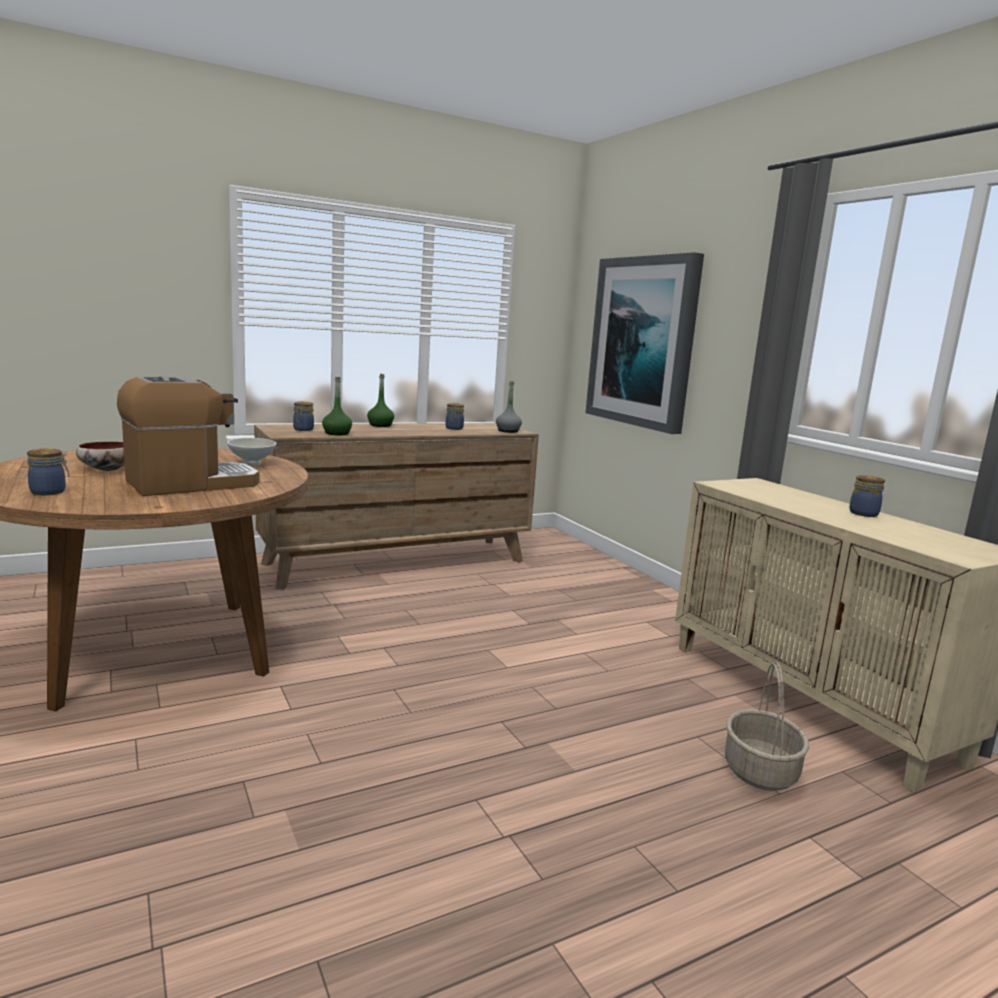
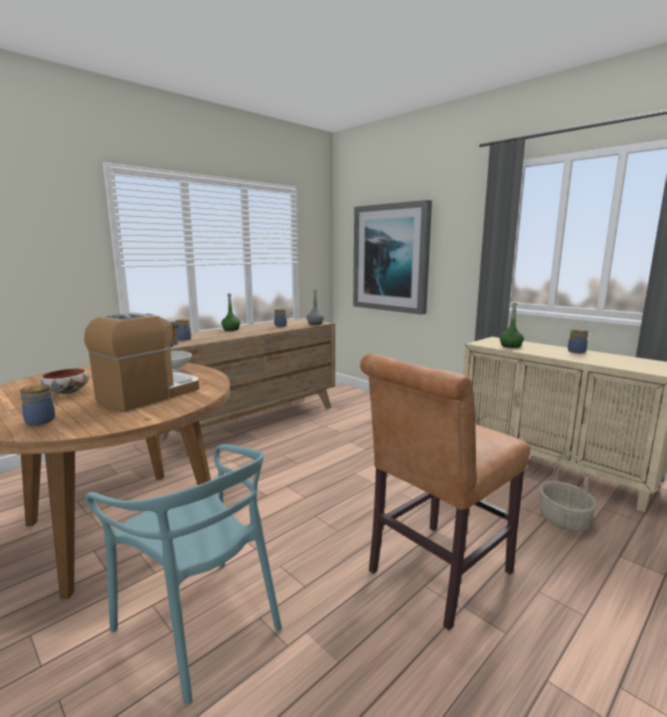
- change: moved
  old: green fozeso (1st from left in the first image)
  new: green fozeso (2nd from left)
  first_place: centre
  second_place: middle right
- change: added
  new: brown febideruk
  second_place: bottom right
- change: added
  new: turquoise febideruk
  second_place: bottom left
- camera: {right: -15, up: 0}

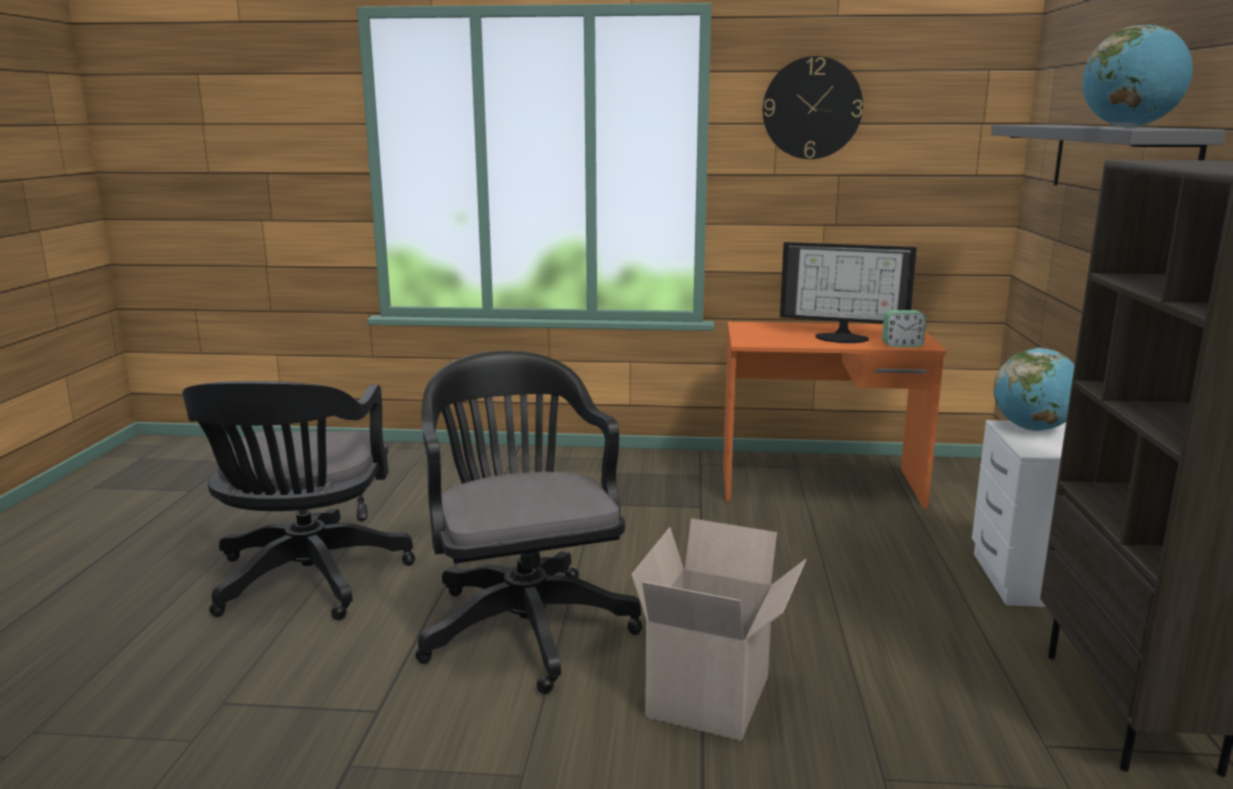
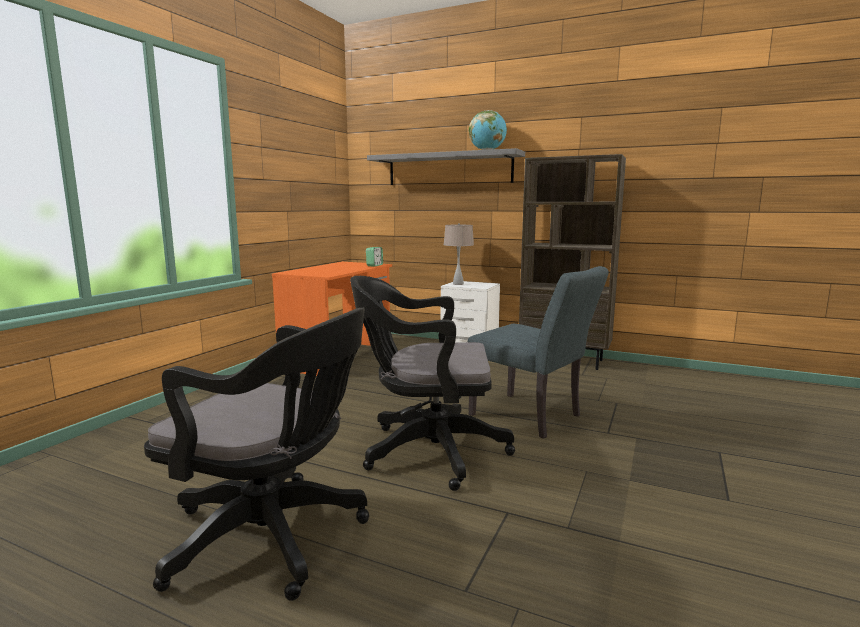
- change: removed
  old: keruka
  first_place: top centre
- change: removed
  old: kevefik
  first_place: middle right
- change: replaced
  old: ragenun (1st from left)
  new: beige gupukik
  first_place: middle right
  second_place: centre
- change: replaced
  old: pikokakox
  new: grey febideruk
  first_place: bottom centre
  second_place: centre
- camera: {right: -70, up: -5}

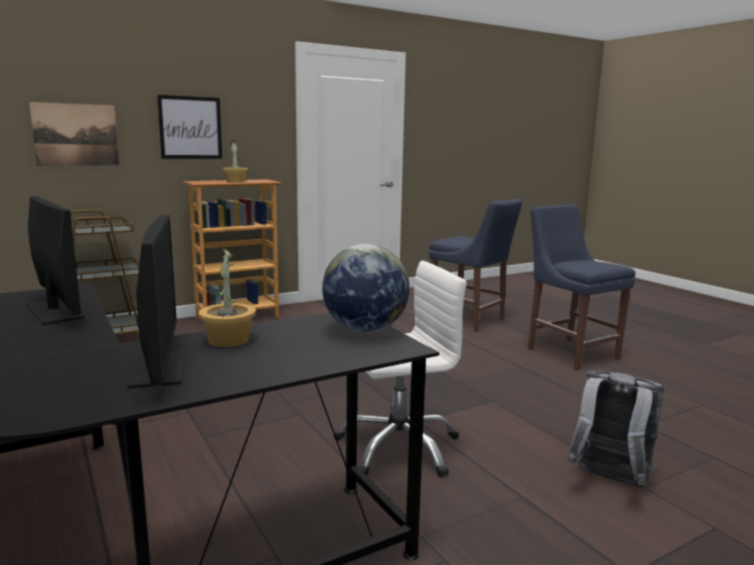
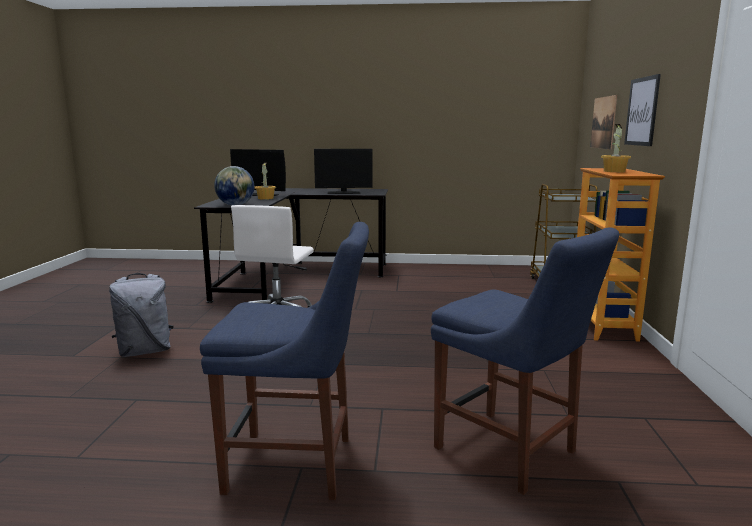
- change: turned
  old: blue febideruk (1st from left in the first image)
  first_place: centre
  second_place: bottom right
  degrees: -120
- camera: {right: 125, up: 0}

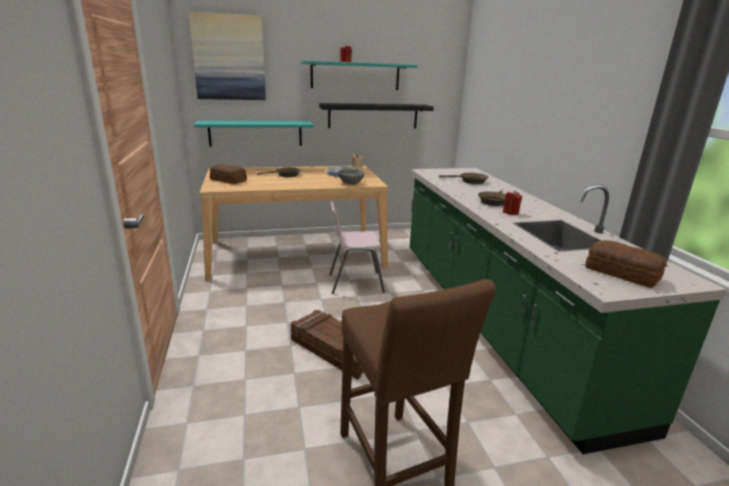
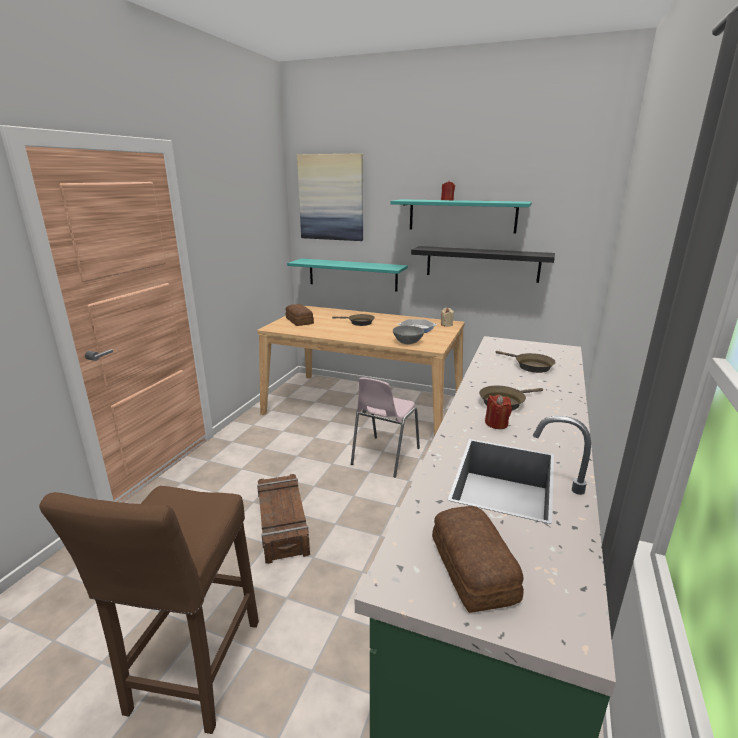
- change: turned
  old: pink febideruk
  first_place: centre
  second_place: centre
  degrees: -90
- camera: {right: 35, up: 0}

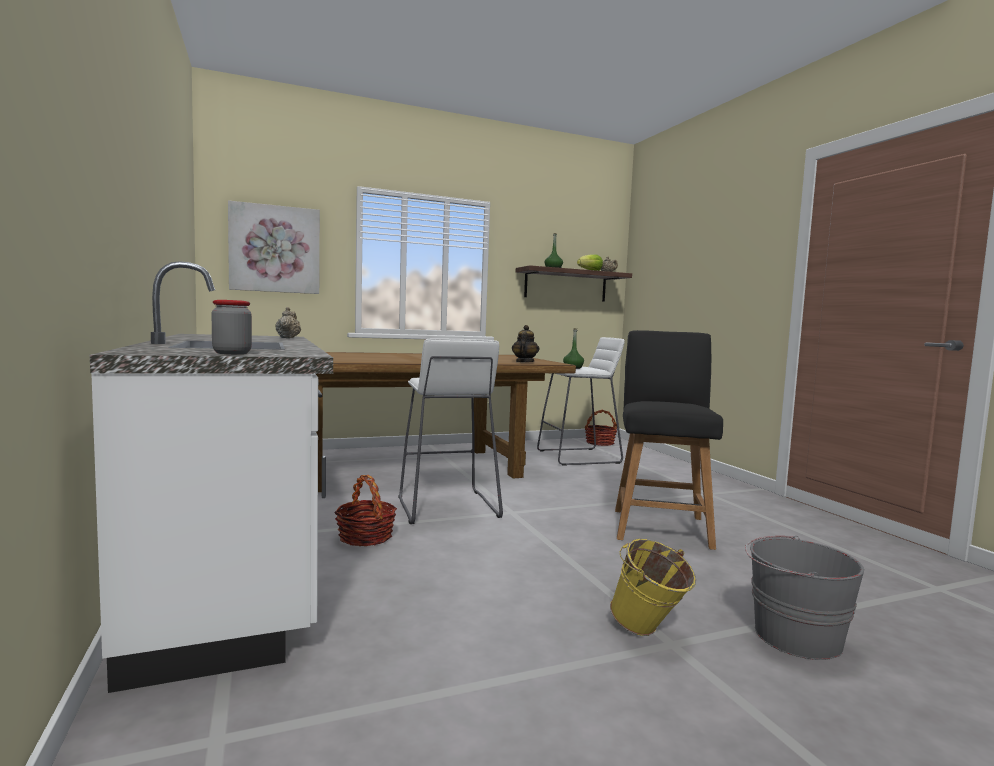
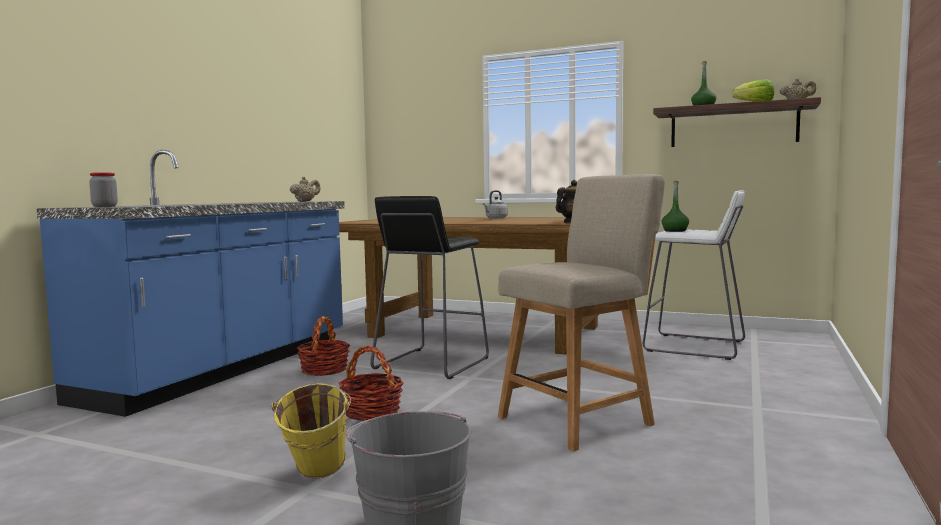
- change: removed
  old: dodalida
  first_place: top left
- change: recoloured
  old: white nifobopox
  new: blue nifobopox
  first_place: middle left
  second_place: middle left
- change: recoloured
  old: black febideruk
  new: beige febideruk
  first_place: middle right
  second_place: centre
- change: recoloured
  old: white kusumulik (1st from left)
  new: black kusumulik
  first_place: centre
  second_place: centre
- change: moved
  old: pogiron (2nd from left)
  first_place: centre
  second_place: bottom centre
- change: added
  new: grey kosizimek
  second_place: centre
- camera: {right: 45, up: 0}

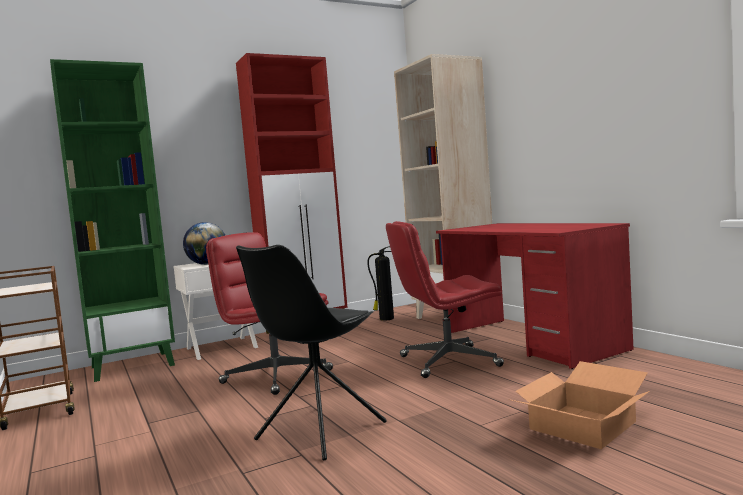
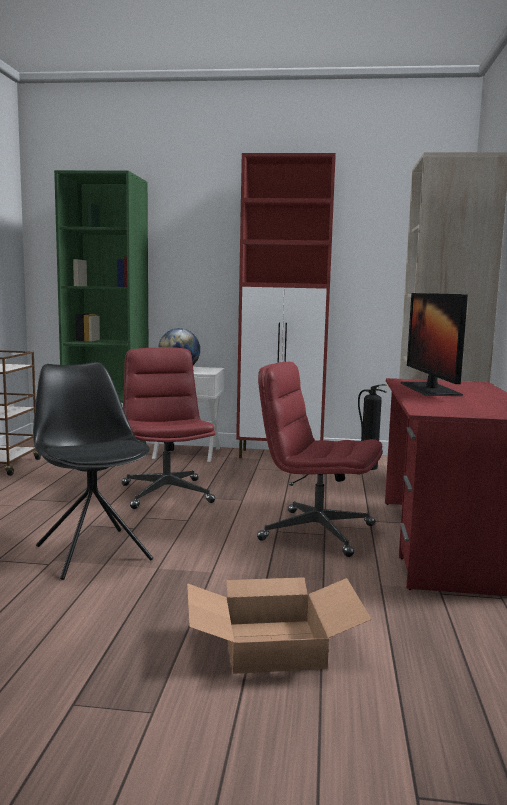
- change: turned
  old: black febideruk
  first_place: bottom centre
  second_place: middle left
  degrees: 75
- change: added
  new: kevefik
  second_place: middle right
- camera: {right: 35, up: 5}

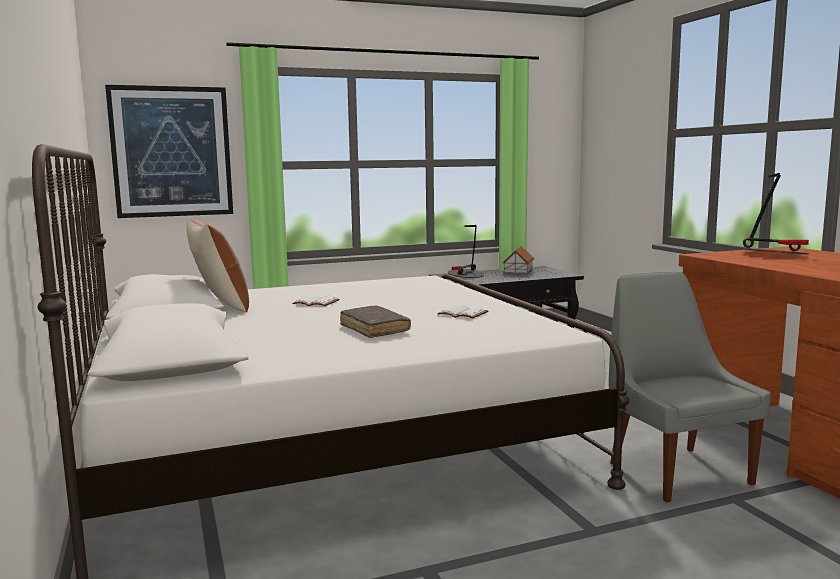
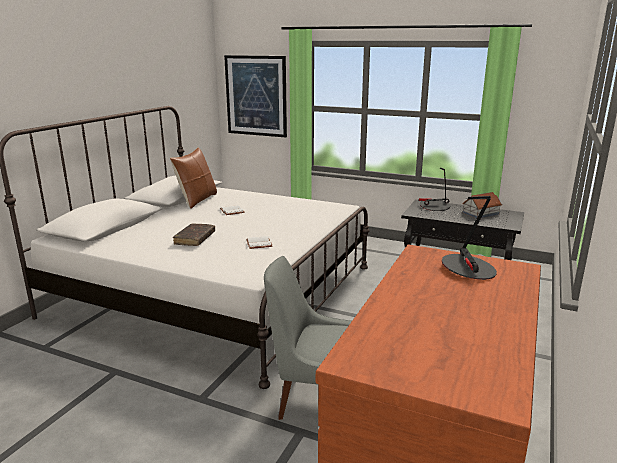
- change: turned
  old: grey febideruk
  first_place: bottom right
  second_place: bottom centre
  degrees: -105
- camera: {right: 45, up: 10}

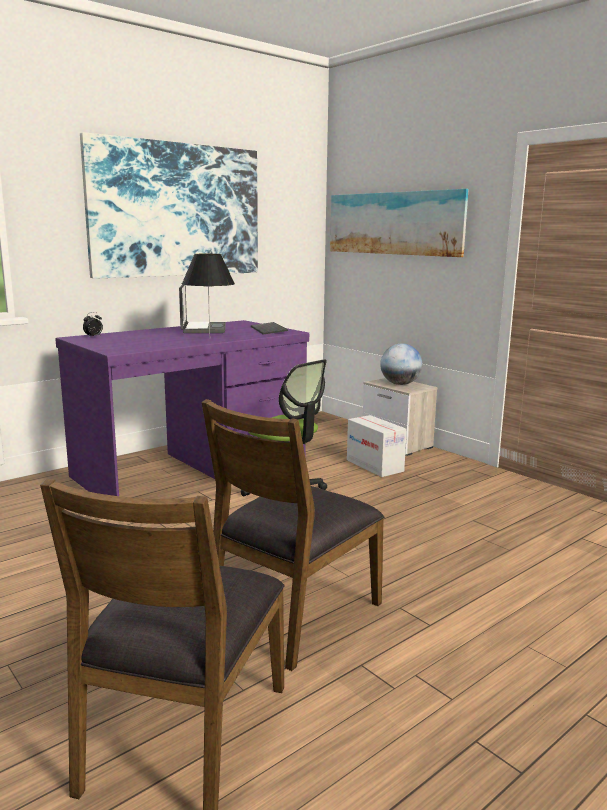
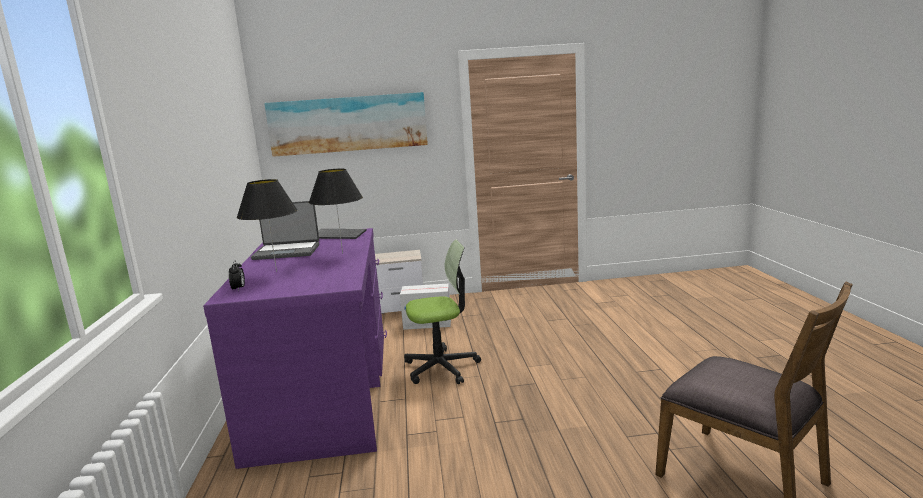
- change: removed
  old: dodalida (1st from left)
  first_place: top left
- change: turned
  old: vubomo
  first_place: middle left
  second_place: middle left
  degrees: 150
- change: removed
  old: ragenun
  first_place: centre
- change: removed
  old: brown febideruk (2nd from left)
  first_place: centre
- change: added
  new: black gupukik (1st from left)
  second_place: middle left
- camera: {right: -55, up: 0}

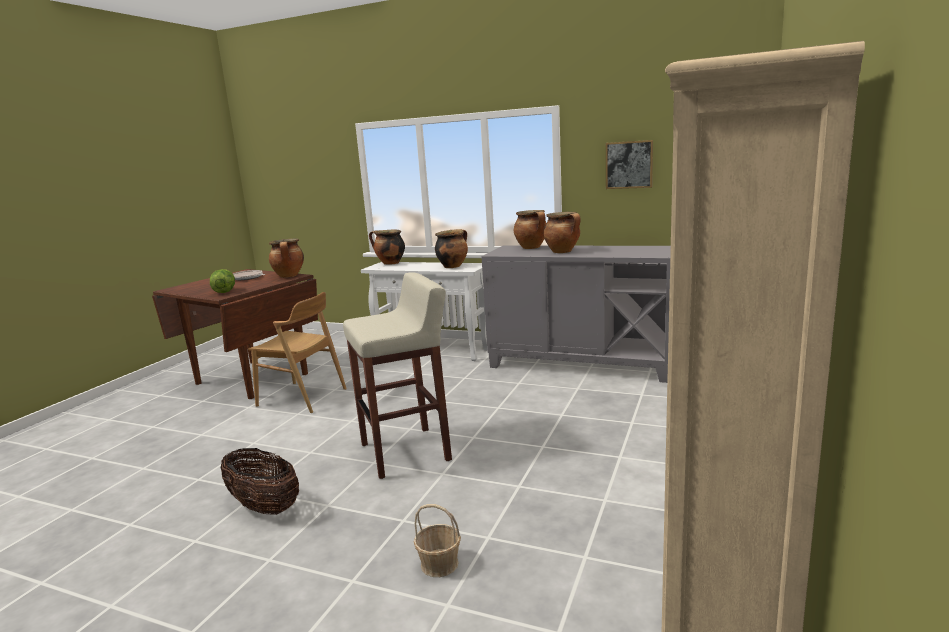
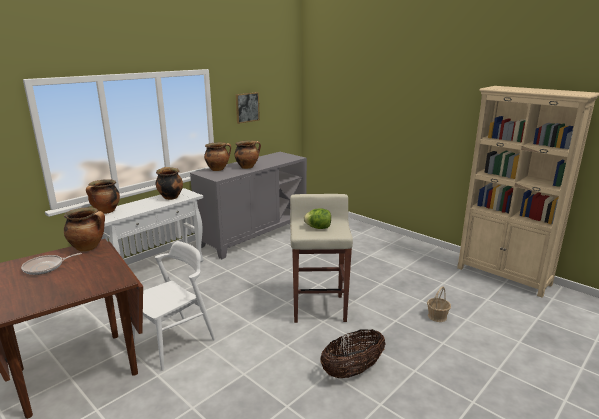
- change: moved
  old: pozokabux
  first_place: middle left
  second_place: centre
- change: recoloured
  old: brown febideruk
  new: white febideruk
  first_place: middle left
  second_place: bottom left
- camera: {right: -70, up: 5}

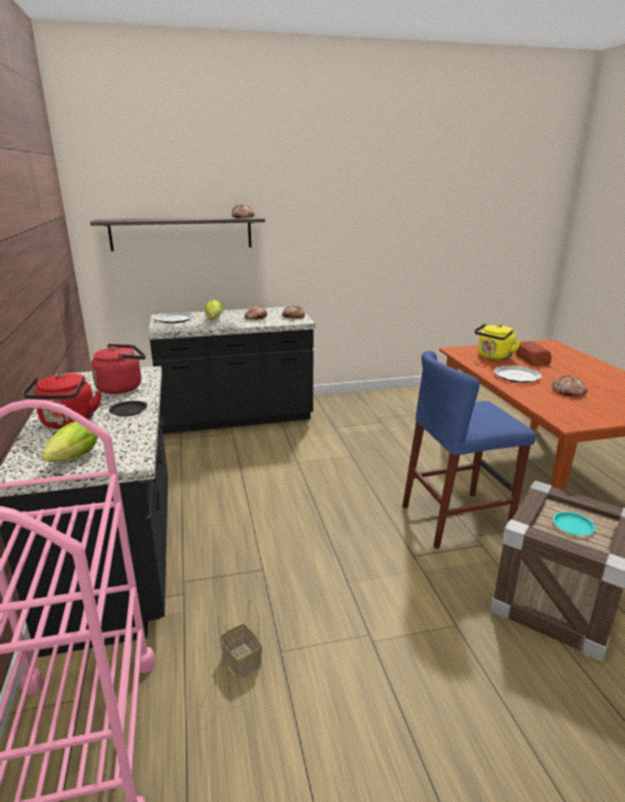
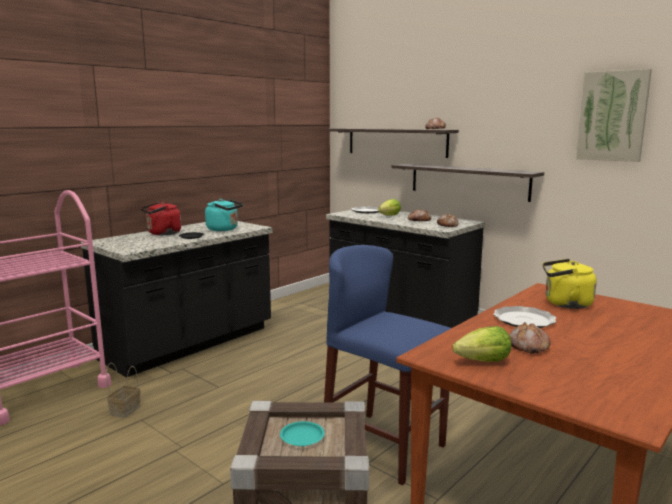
- change: removed
  old: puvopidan (4th from left)
  first_place: middle right
- change: recoloured
  old: red kosizimek (2nd from left)
  new: turquoise kosizimek
  first_place: middle left
  second_place: centre
- change: moved
  old: pozokabux (1st from left in the first image)
  new: pozokabux (2nd from left)
  first_place: middle left
  second_place: bottom right
- change: added
  new: dodalida
  second_place: top right
- change: added
  new: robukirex (2nd from left)
  second_place: middle right
- camera: {right: 55, up: -10}

